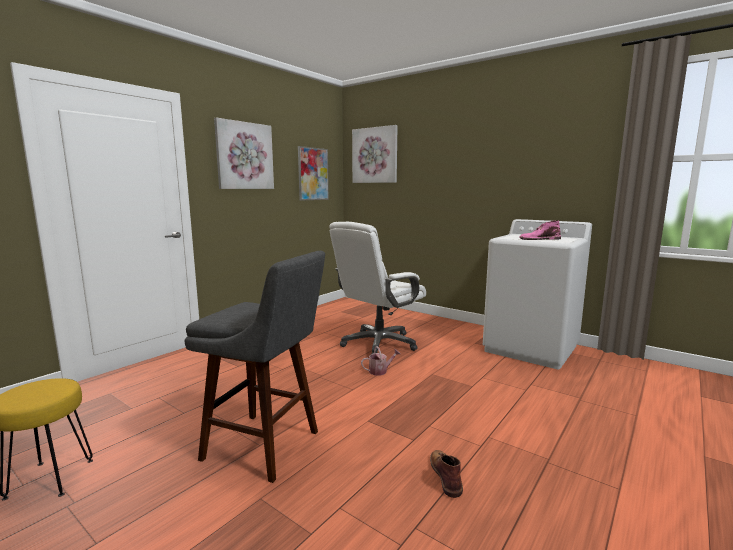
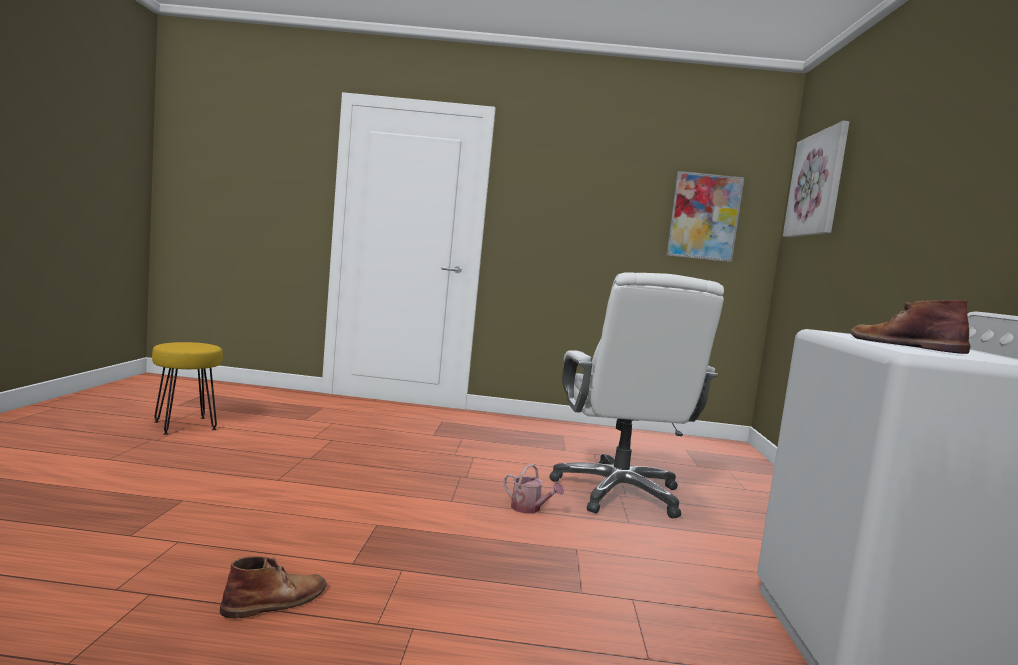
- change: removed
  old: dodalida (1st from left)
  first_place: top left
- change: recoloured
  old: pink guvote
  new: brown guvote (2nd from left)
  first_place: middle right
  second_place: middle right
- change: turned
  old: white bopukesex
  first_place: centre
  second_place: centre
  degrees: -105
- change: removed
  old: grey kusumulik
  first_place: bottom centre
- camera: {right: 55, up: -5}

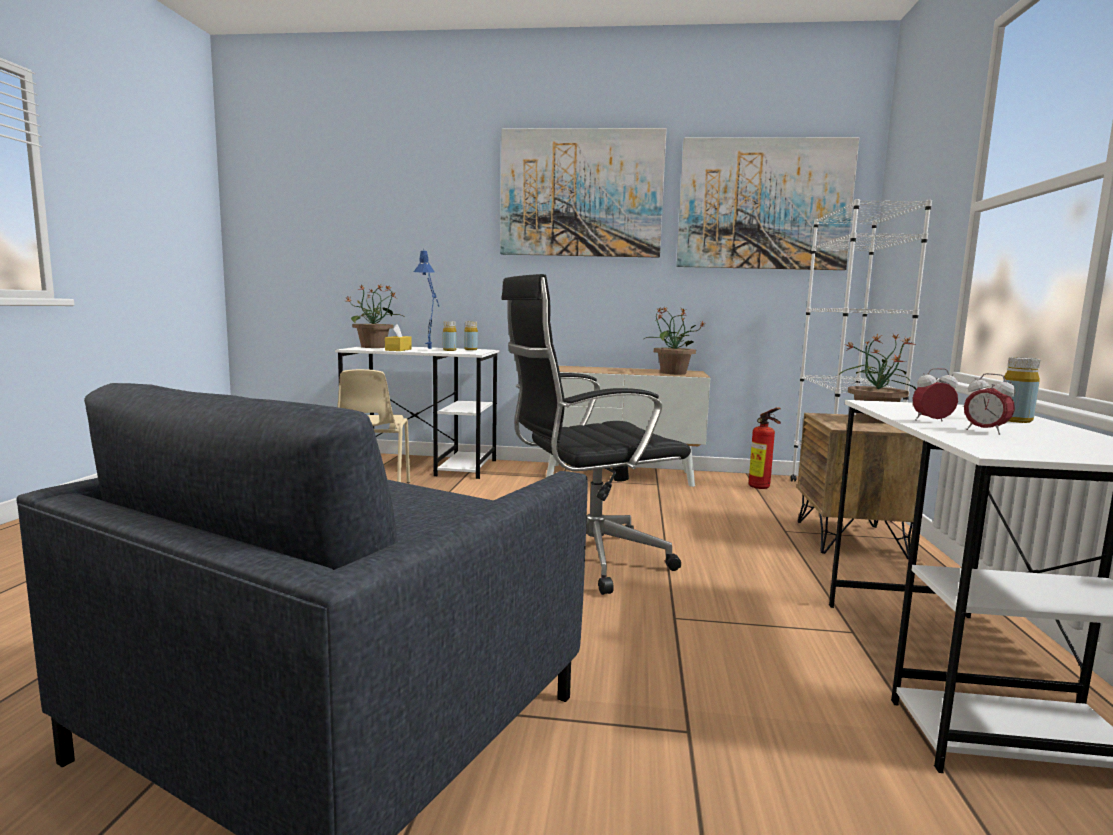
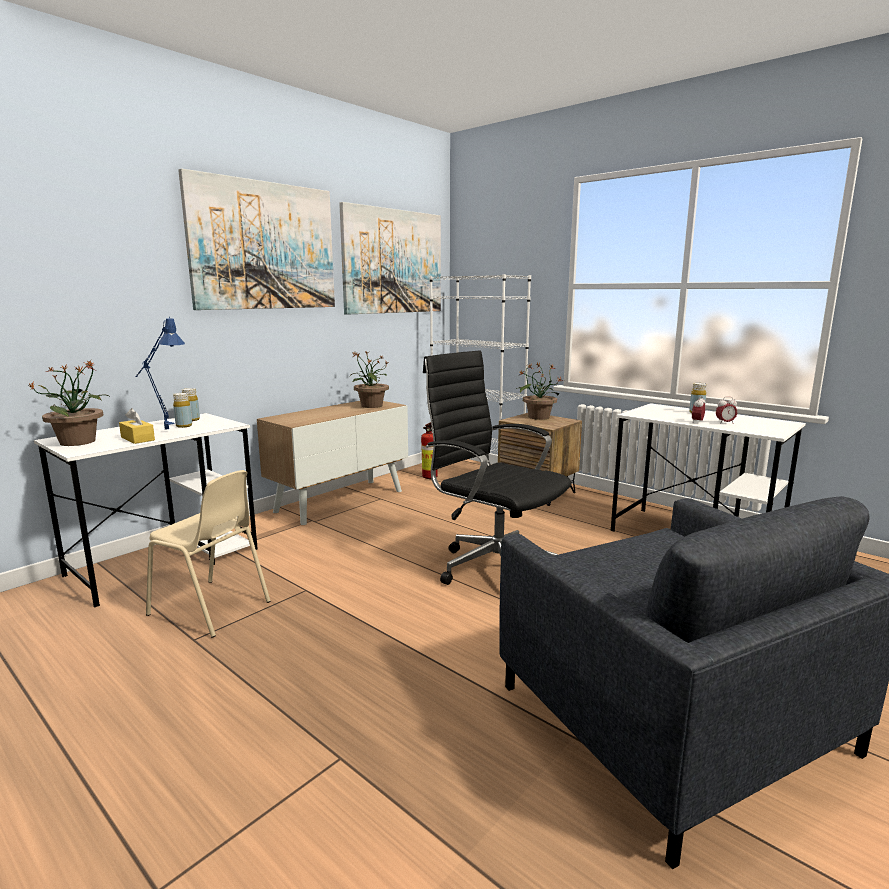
- change: turned
  old: black bopukesex
  first_place: centre
  second_place: centre
  degrees: 120
- camera: {right: -55, up: 5}

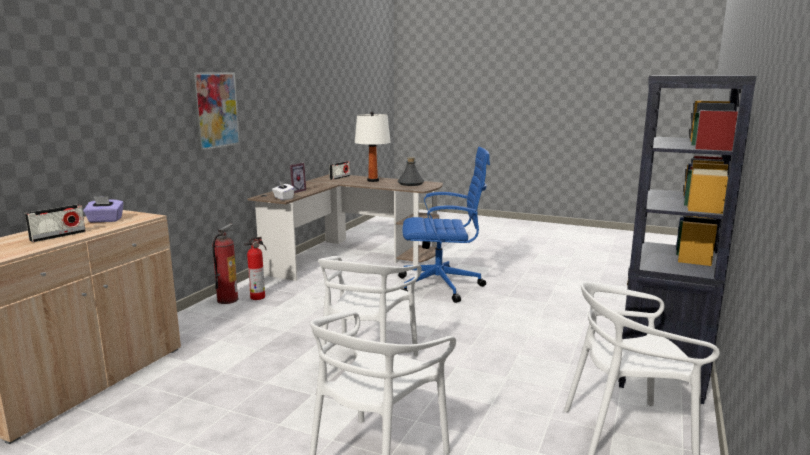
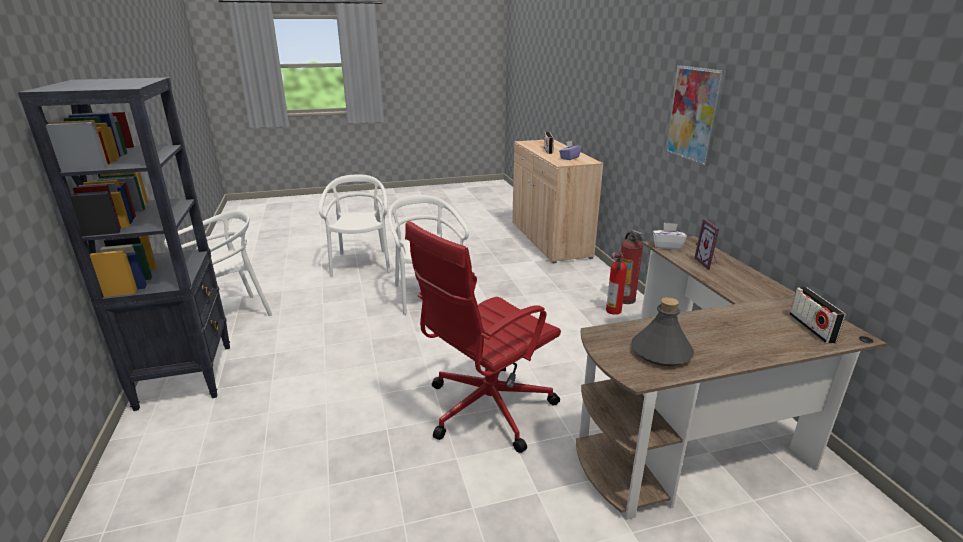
- change: removed
  old: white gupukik
  first_place: top centre
- change: recoloured
  old: blue bopukesex
  new: red bopukesex
  first_place: centre
  second_place: centre
- camera: {right: 140, up: 10}

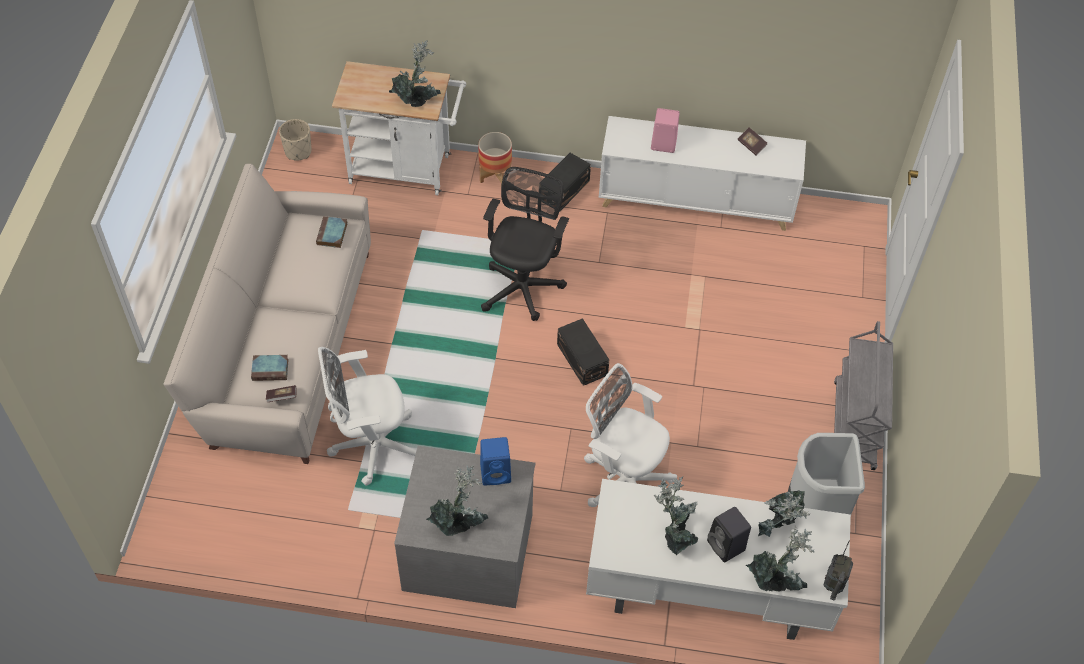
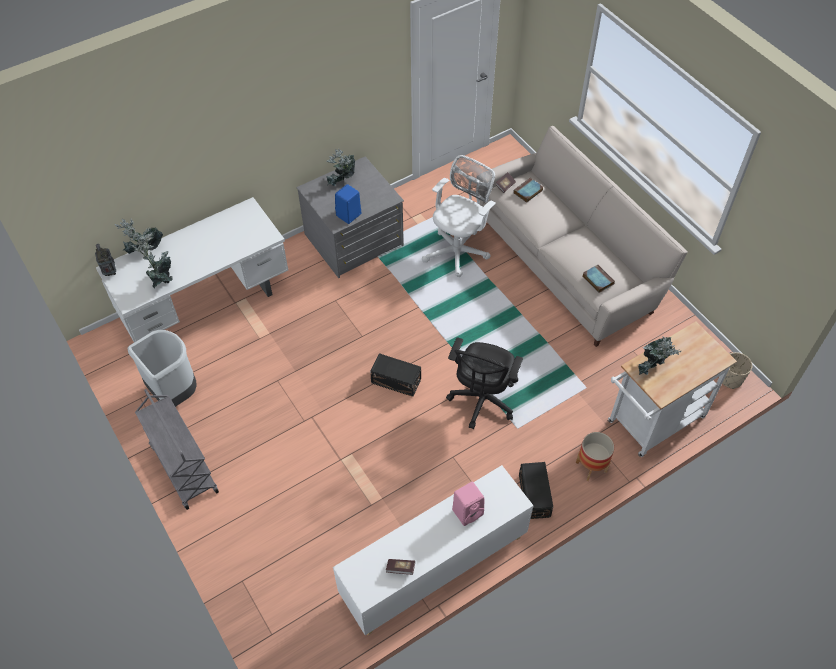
- change: turned
  old: black bopukesex
  first_place: centre
  second_place: centre
  degrees: 45
- change: removed
  old: white bopukesex (2nd from left)
  first_place: centre
- change: removed
  old: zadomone (3rd from left)
  first_place: bottom centre
- change: removed
  old: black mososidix
  first_place: bottom right
- camera: {right: 140, up: 0}

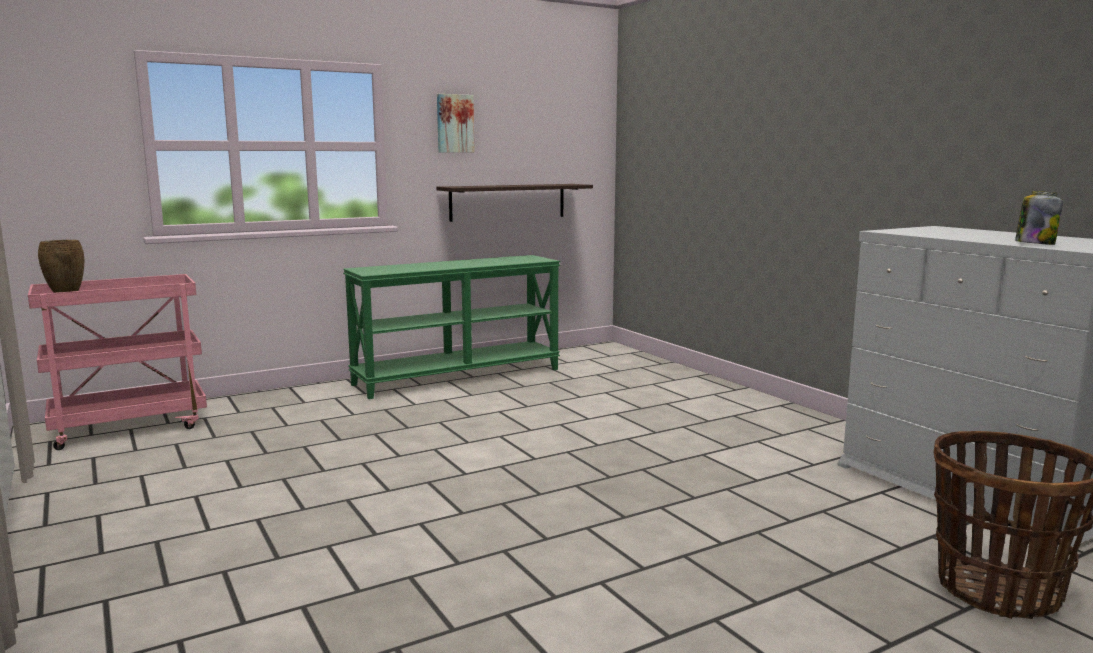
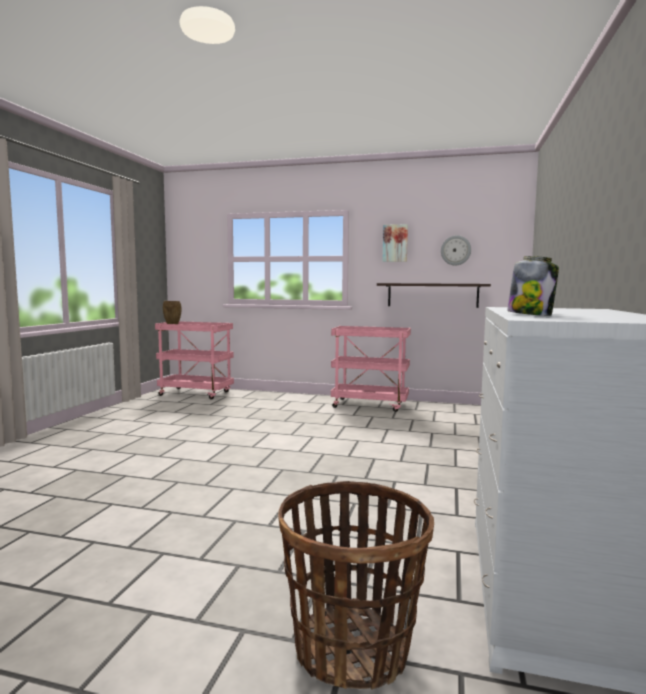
- change: replaced
  old: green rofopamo
  new: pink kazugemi (2nd from left)
  first_place: centre
  second_place: centre
- change: added
  new: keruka
  second_place: middle right
- camera: {right: 45, up: -5}

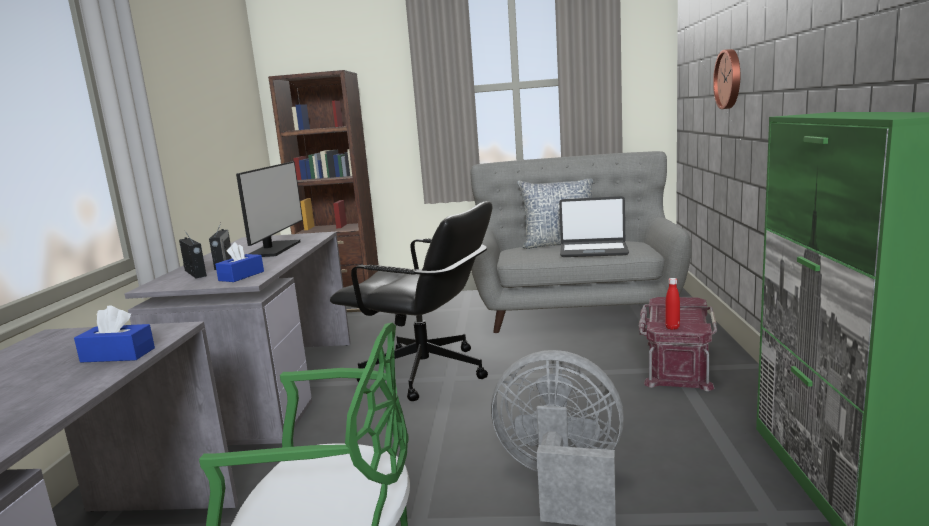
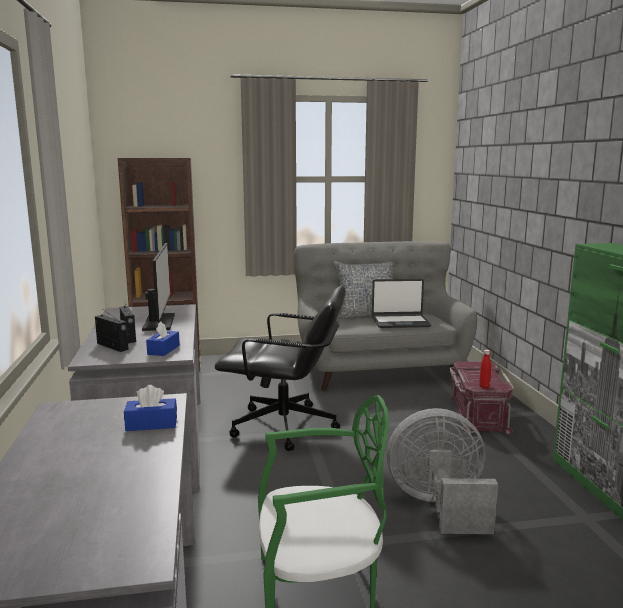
- change: removed
  old: keruka
  first_place: top right
- camera: {right: -15, up: 0}

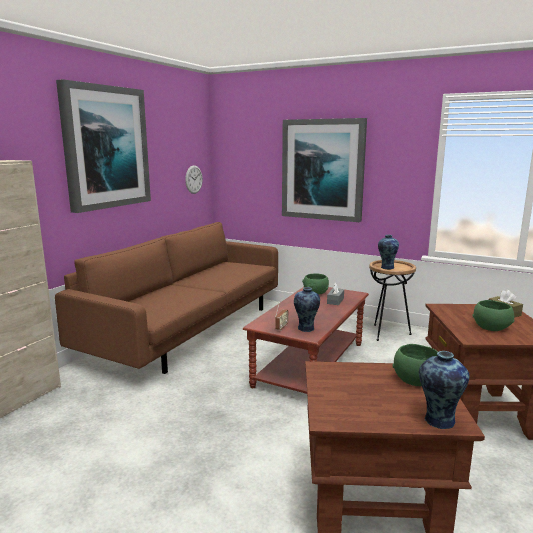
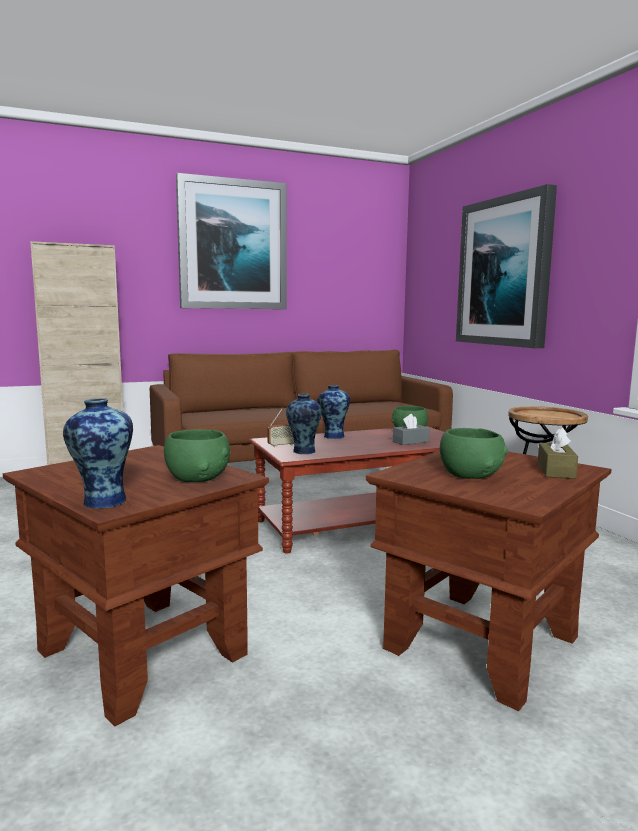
- change: removed
  old: keruka
  first_place: centre
- change: moved
  old: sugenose (2nd from left in the first image)
  new: sugenose (3rd from left)
  first_place: middle right
  second_place: centre
- camera: {right: 40, up: -5}

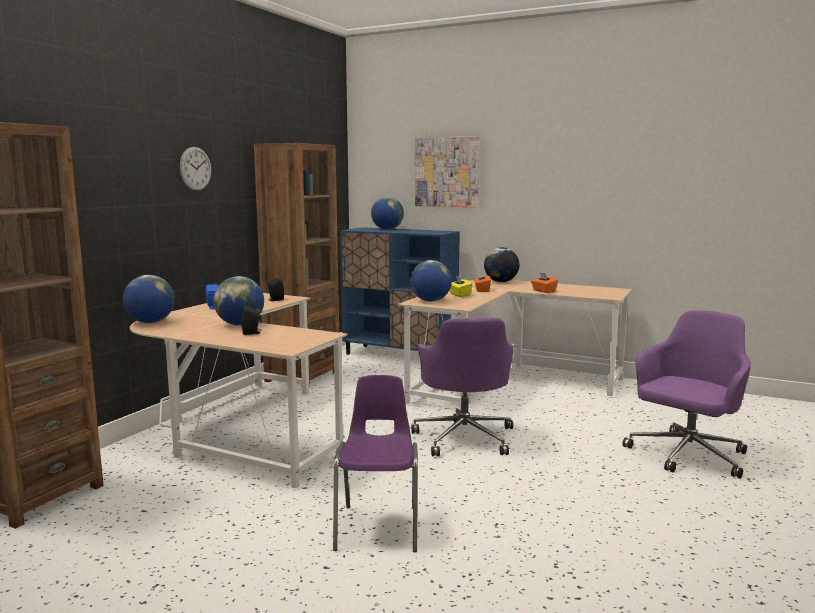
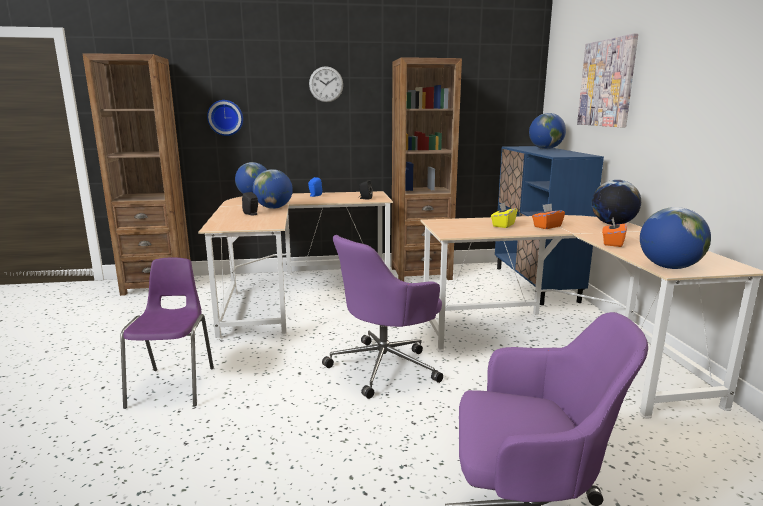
- change: moved
  old: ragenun (4th from left in the first image)
  new: ragenun (5th from left)
  first_place: centre
  second_place: middle right
- change: turned
  old: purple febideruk
  first_place: bottom centre
  second_place: middle left
  degrees: -60
- change: added
  new: keruka (1st from left)
  second_place: top left
- camera: {right: 55, up: 5}

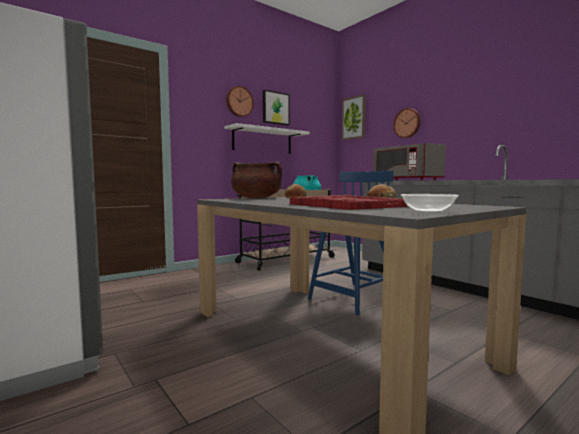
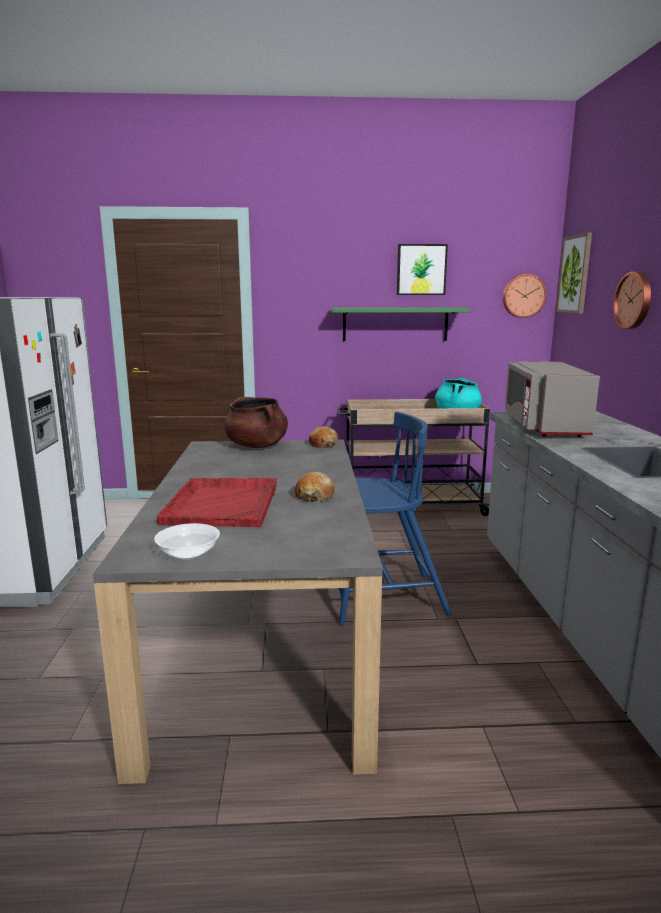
- change: moved
  old: keruka (1st from left)
  first_place: top centre
  second_place: top right
- change: recoloured
  old: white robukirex
  new: green robukirex
  first_place: top centre
  second_place: centre
- camera: {right: 35, up: 10}

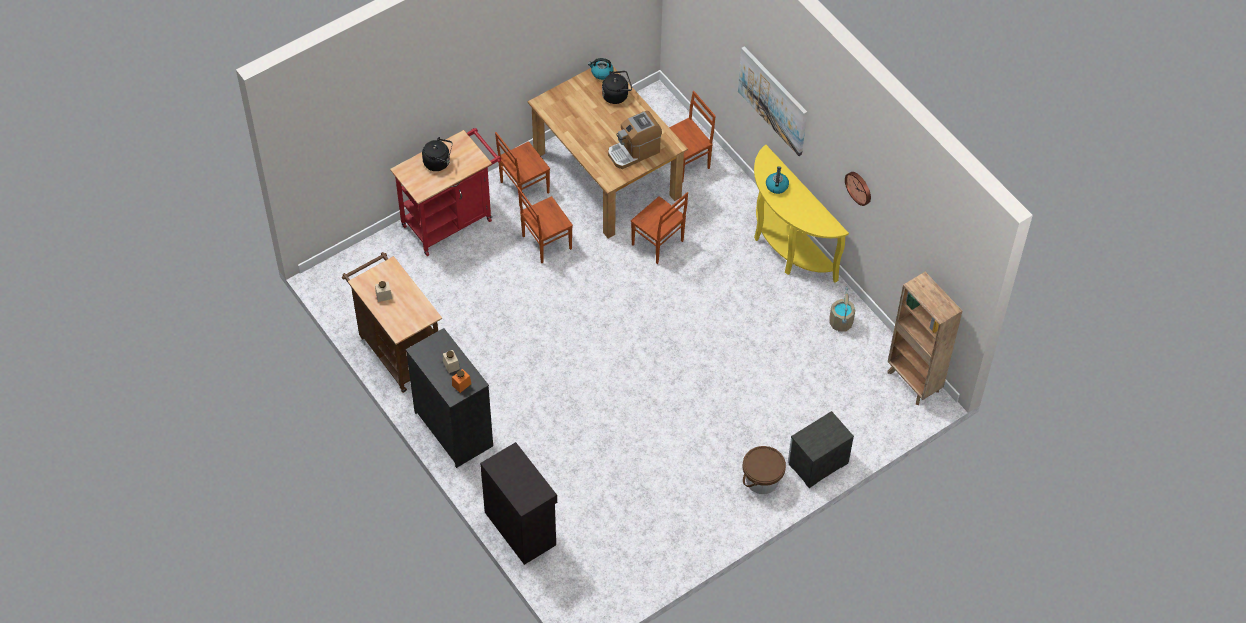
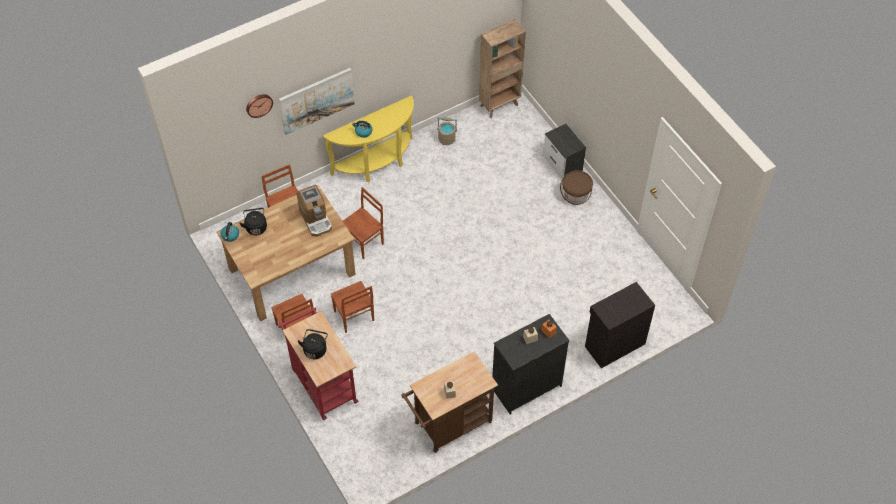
- change: moved
  old: keruka
  first_place: top right
  second_place: top left
- camera: {right: -85, up: 0}

